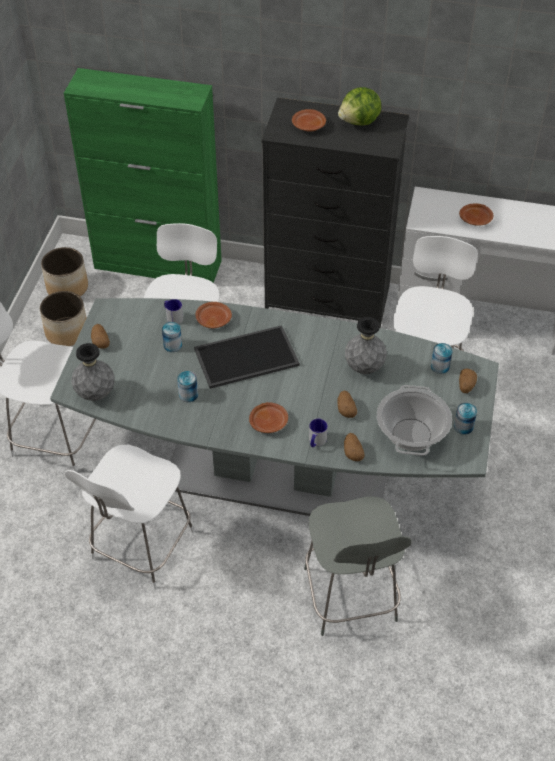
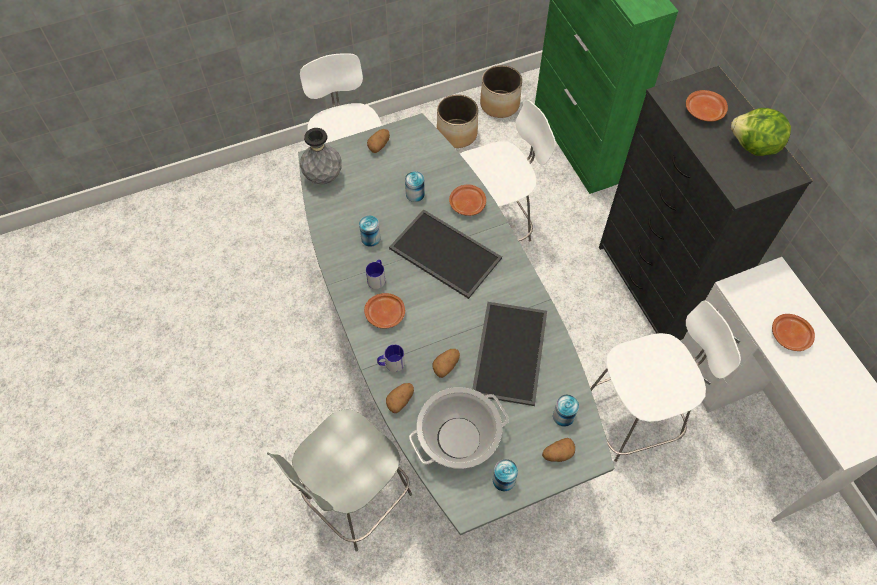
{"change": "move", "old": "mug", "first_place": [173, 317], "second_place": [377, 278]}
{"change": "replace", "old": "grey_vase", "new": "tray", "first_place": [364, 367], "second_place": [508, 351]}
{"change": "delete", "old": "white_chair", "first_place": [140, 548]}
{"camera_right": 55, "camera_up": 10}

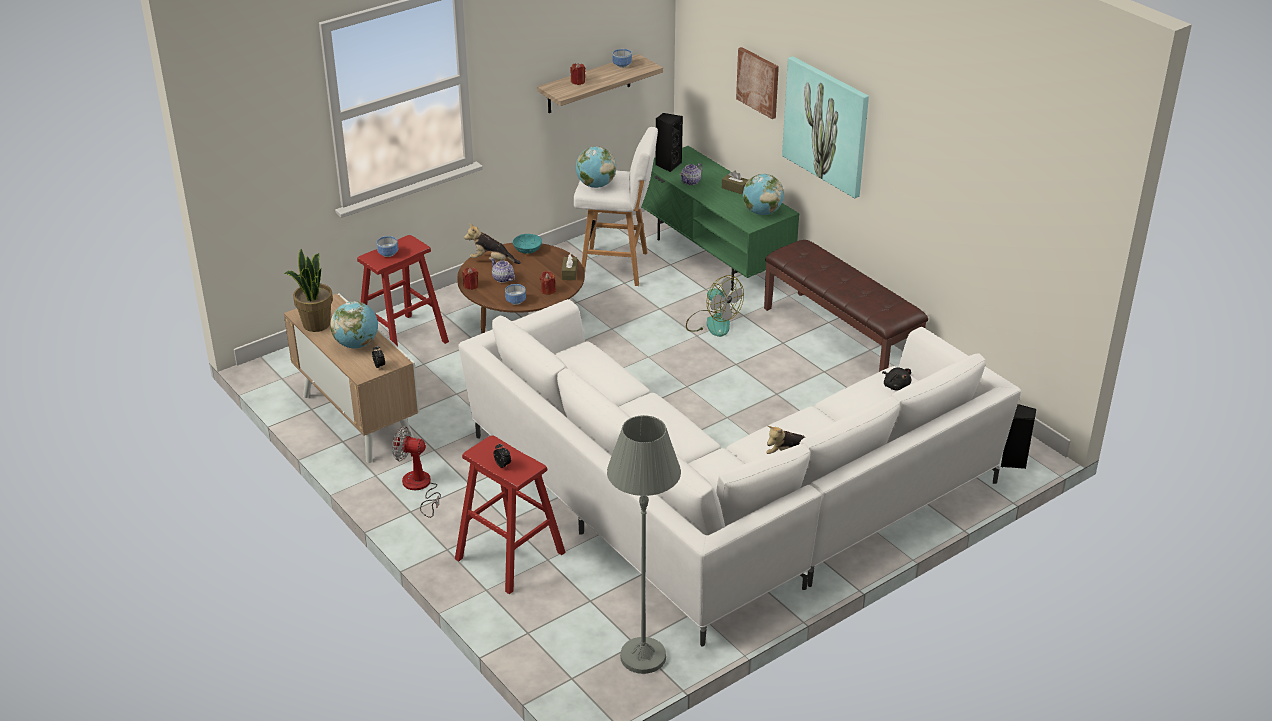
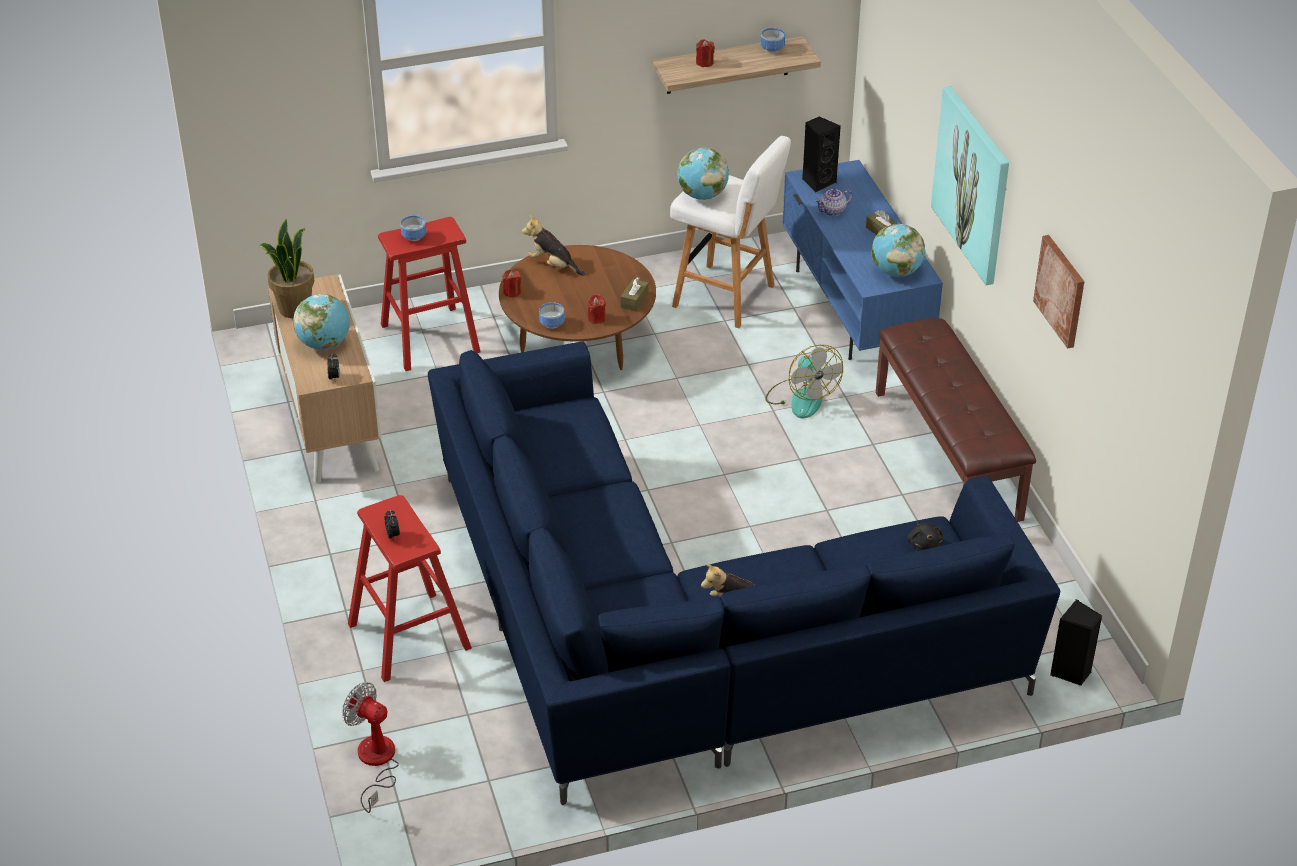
{"change": "move", "old": "fan", "first_place": [419, 488], "second_place": [375, 763]}
{"change": "recolor", "old": "white_sofa", "new": "blue_sofa", "first_place": [724, 505], "second_place": [683, 637]}
{"change": "recolor", "old": "green_tv_stand", "new": "blue_tv_stand", "first_place": [716, 256], "second_place": [856, 308]}
{"change": "move", "old": "picture", "first_place": [758, 82], "second_place": [1061, 291]}
{"change": "delete", "old": "teapot", "first_place": [503, 279]}
{"change": "delete", "old": "turquoise_bowl", "first_place": [527, 250]}
{"change": "delete", "old": "grey_floor_lamp", "first_place": [643, 656]}
{"camera_right": 20, "camera_up": 5}

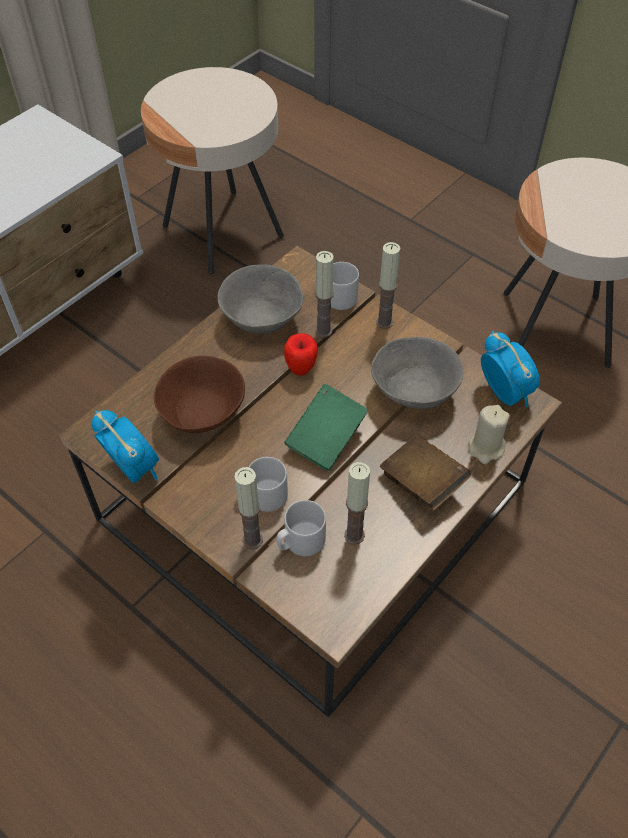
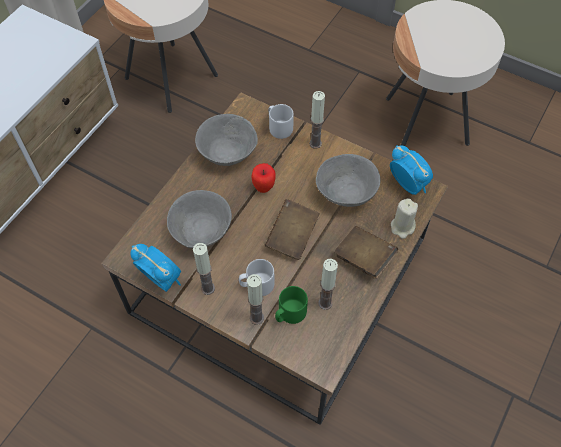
{"change": "recolor", "old": "brown_bowl", "new": "grey_bowl", "first_place": [202, 413], "second_place": [201, 230]}
{"change": "move", "old": "candle", "first_place": [323, 331], "second_place": [208, 288]}
{"change": "recolor", "old": "green_book", "new": "brown_book", "first_place": [326, 439], "second_place": [292, 237]}
{"change": "recolor", "old": "grey_mug", "new": "green_mug", "first_place": [300, 542], "second_place": [289, 314]}
{"camera_right": -10, "camera_up": 5}

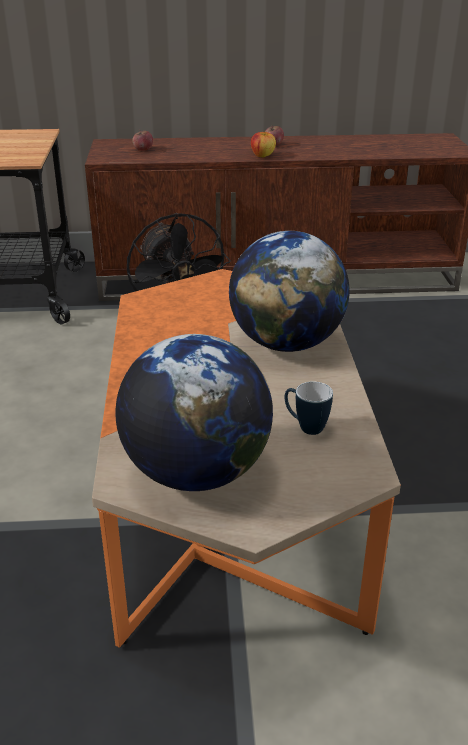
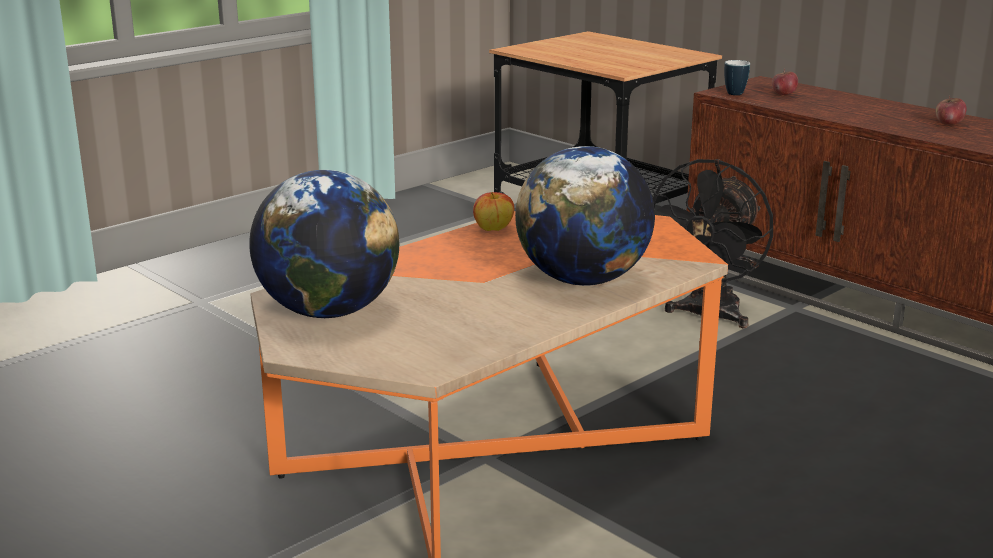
{"change": "move", "old": "apple", "first_place": [262, 156], "second_place": [493, 229]}
{"change": "move", "old": "mug", "first_place": [305, 427], "second_place": [733, 92]}
{"camera_right": 50, "camera_up": -10}

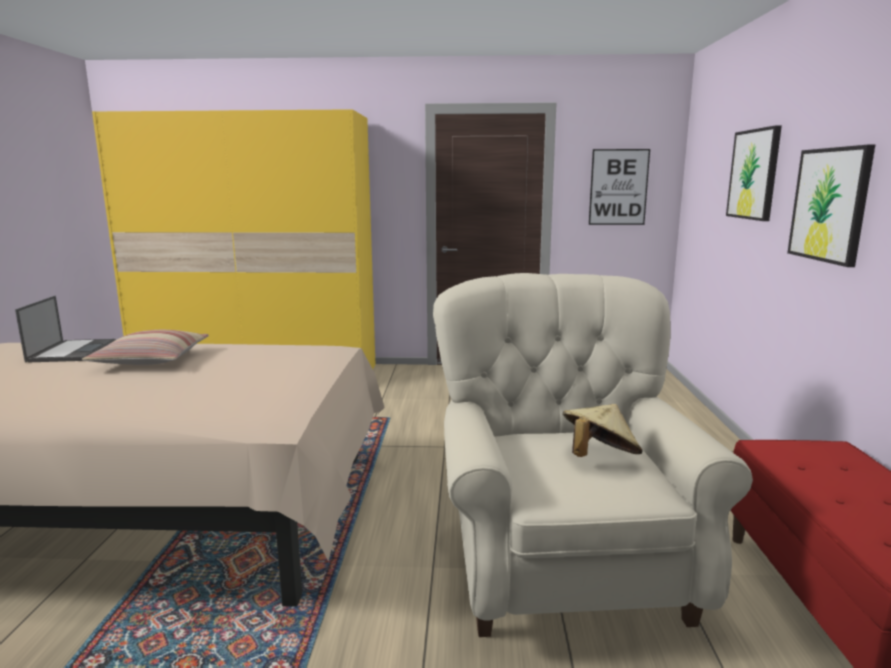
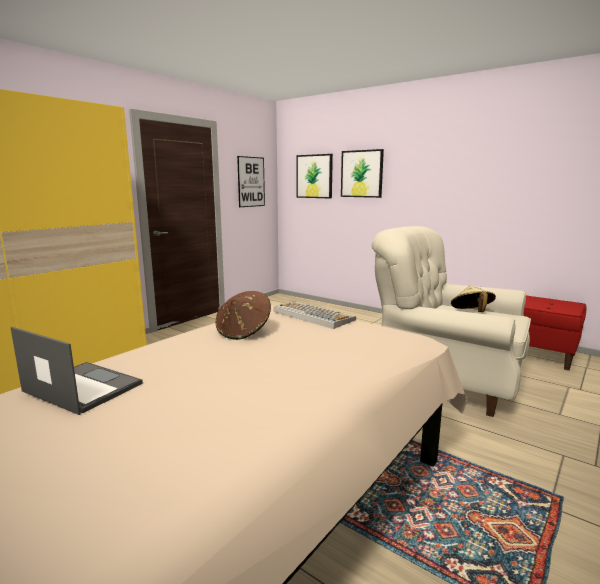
{"change": "insert", "new": "brown_hat", "second_place": [244, 331]}
{"change": "insert", "new": "keyboard", "second_place": [312, 315]}
{"change": "move", "old": "picture", "first_place": [830, 204], "second_place": [314, 176]}
{"change": "delete", "old": "pillow", "first_place": [151, 360]}
{"camera_right": -55, "camera_up": 0}

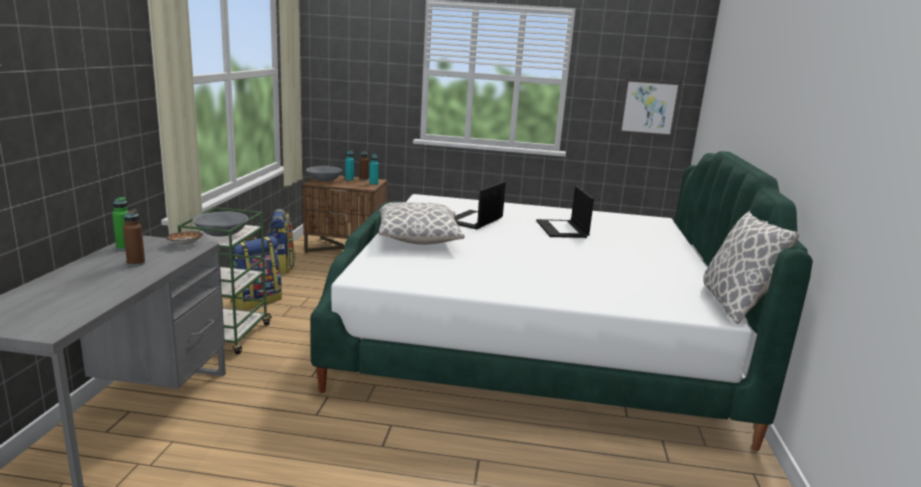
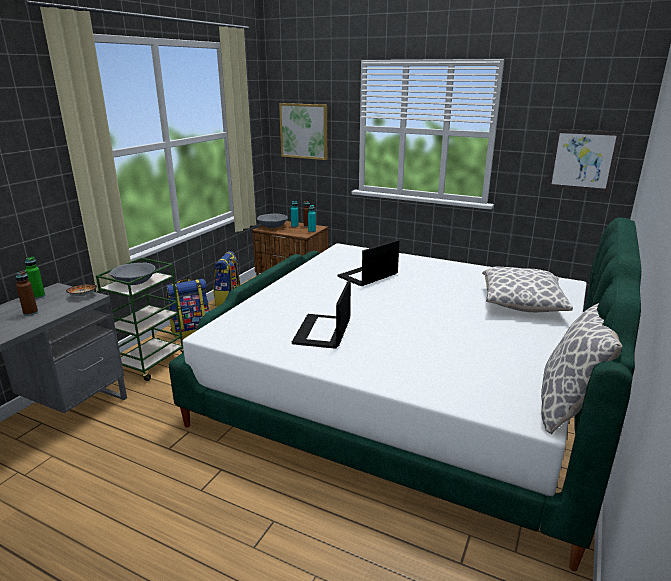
{"change": "insert", "new": "picture", "second_place": [304, 131]}
{"change": "move", "old": "laptop", "first_place": [562, 229], "second_place": [323, 331]}
{"change": "move", "old": "pillow", "first_place": [418, 239], "second_place": [521, 304]}
{"camera_right": 20, "camera_up": 5}

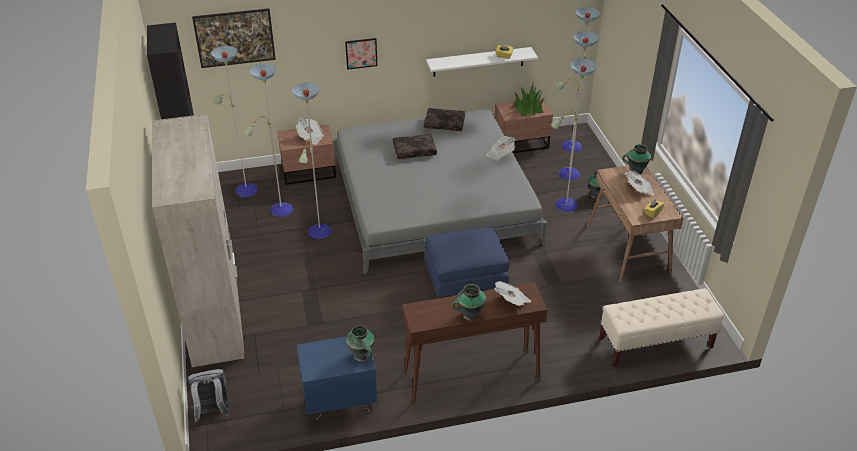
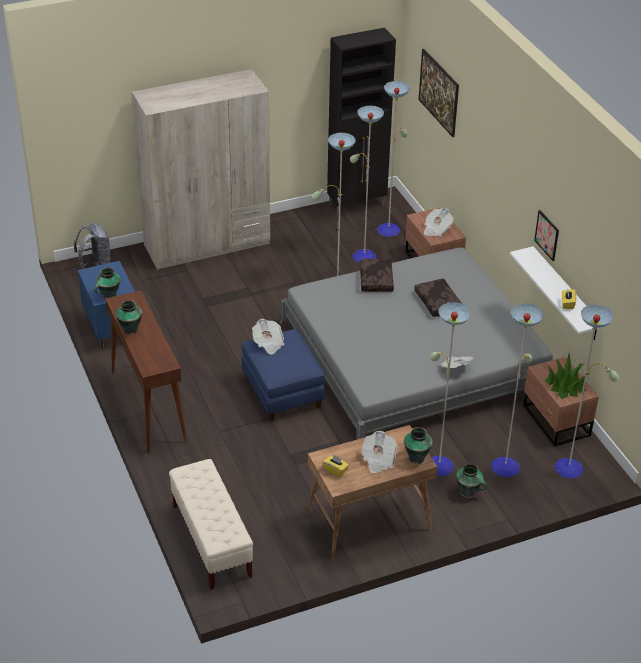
{"change": "move", "old": "newspaper", "first_place": [512, 301], "second_place": [268, 343]}
{"change": "move", "old": "brown_pillow", "first_place": [445, 123], "second_place": [377, 280]}
{"change": "move", "old": "picture", "first_place": [361, 53], "second_place": [547, 235]}
{"camera_right": 80, "camera_up": 0}

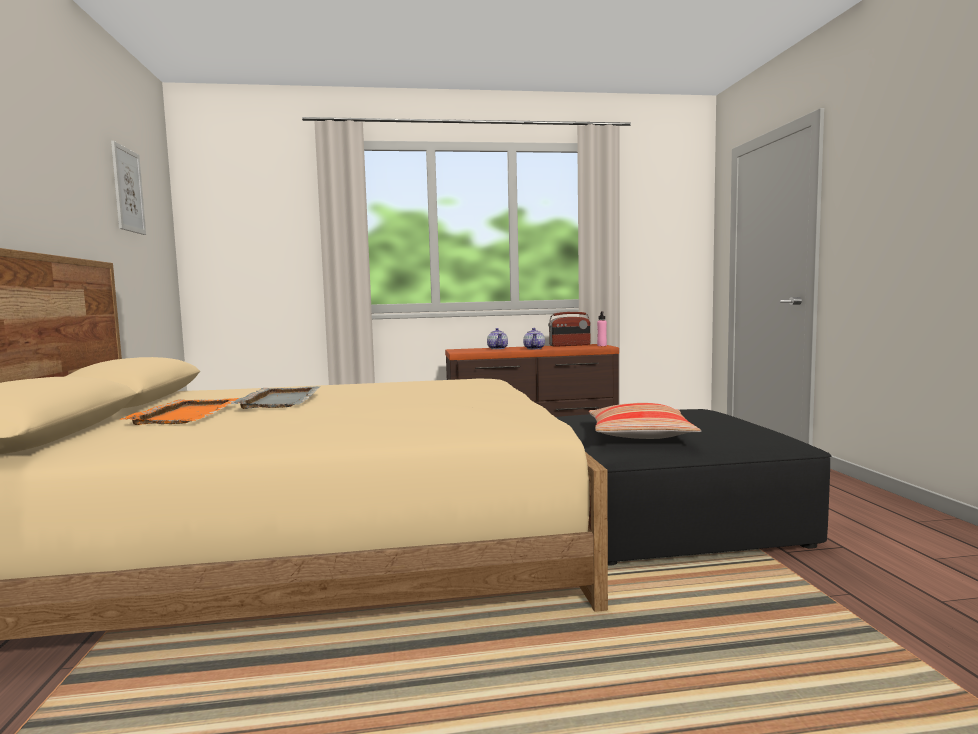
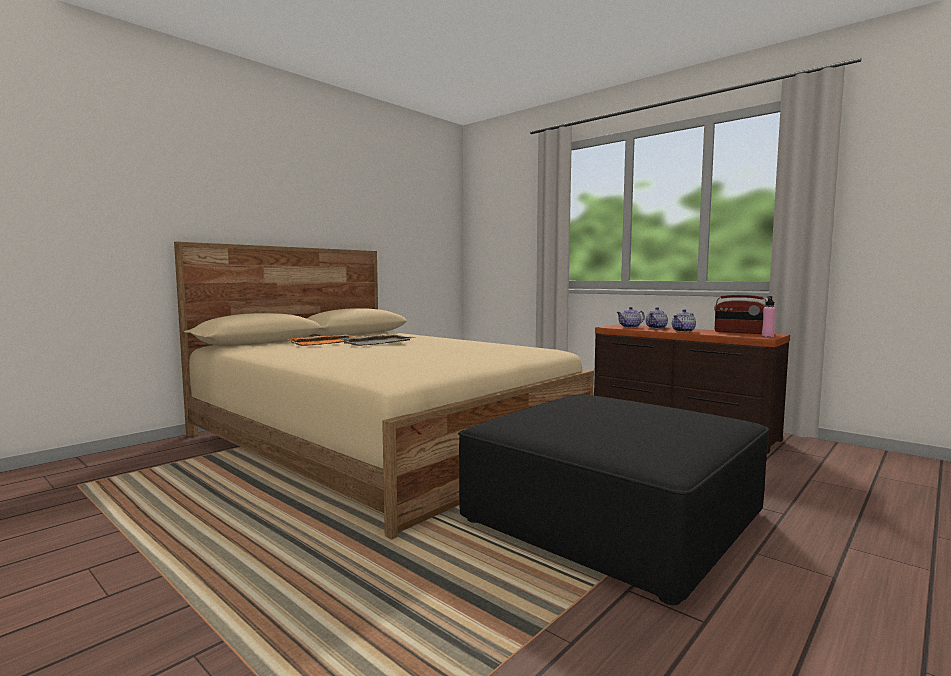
{"change": "insert", "new": "teapot", "second_place": [630, 327]}
{"change": "delete", "old": "picture", "first_place": [128, 190]}
{"change": "delete", "old": "pillow", "first_place": [640, 435]}
{"camera_right": 50, "camera_up": 0}

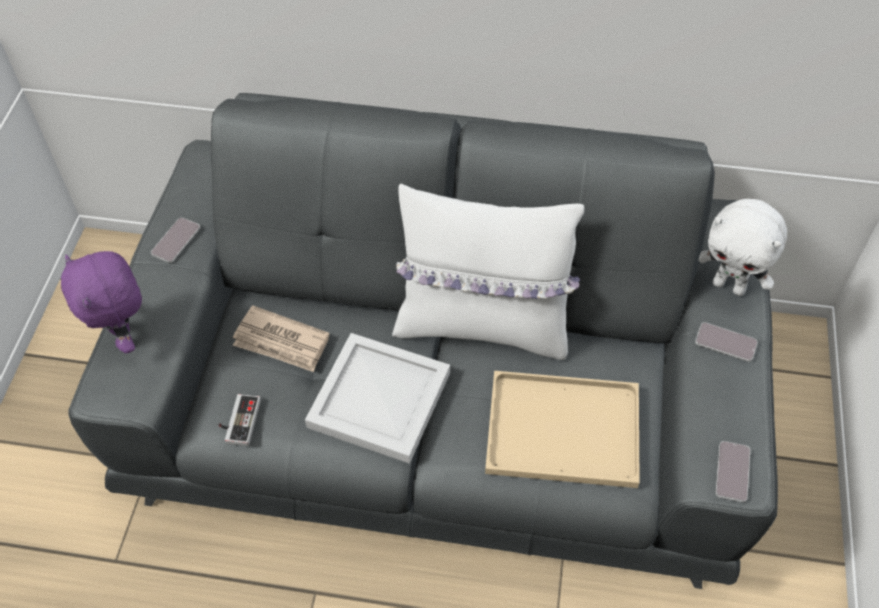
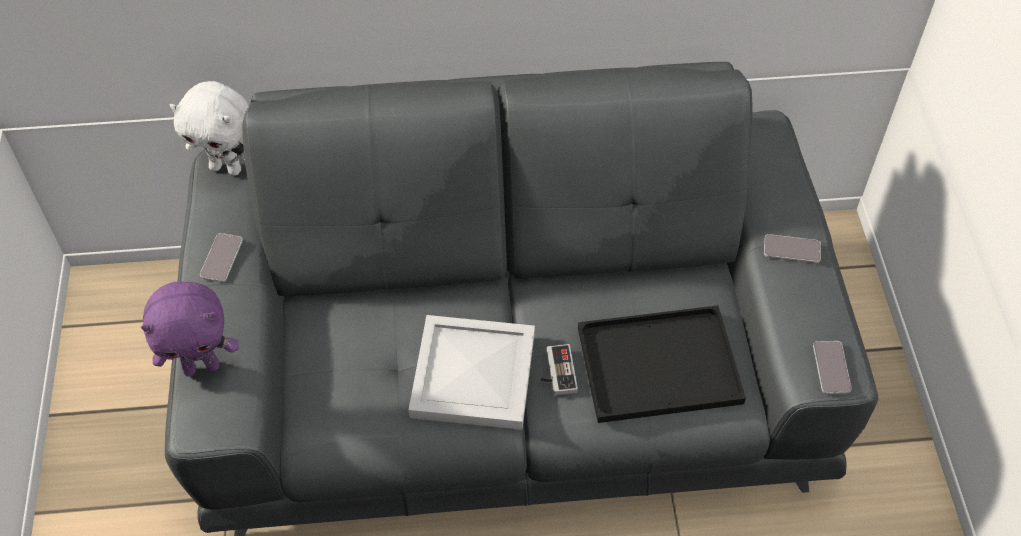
{"change": "rotate", "old": "purple_plush_toy", "first_place": [124, 337], "second_place": [202, 366], "degrees": -60}
{"change": "move", "old": "white_plush_toy", "first_place": [729, 286], "second_place": [227, 168]}
{"change": "move", "old": "game_controller", "first_place": [238, 421], "second_place": [556, 372]}
{"change": "recolor", "old": "beige_tray", "new": "black_tray", "first_place": [559, 431], "second_place": [656, 367]}
{"change": "delete", "old": "newspaper", "first_place": [281, 342]}
{"change": "delete", "old": "white_pillow", "first_place": [483, 325]}
{"camera_right": -15, "camera_up": 0}

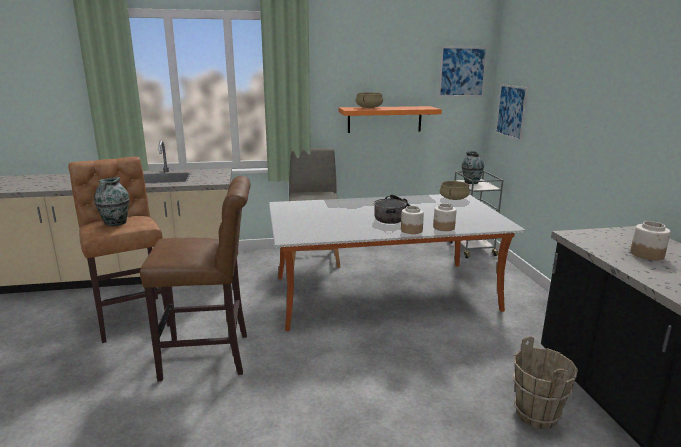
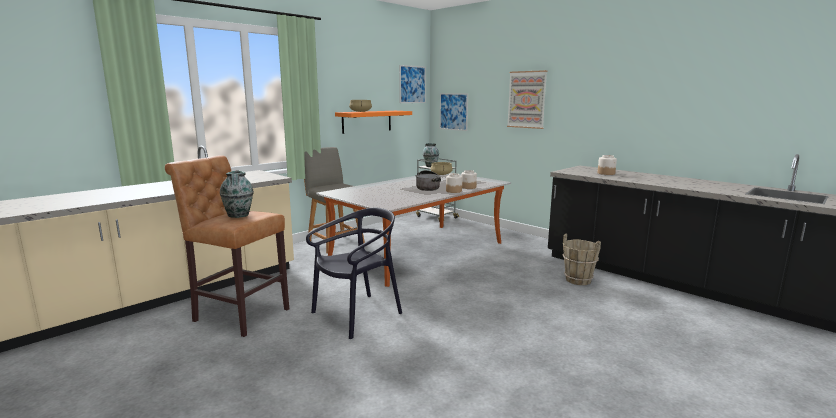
{"change": "replace", "old": "brown_stool", "new": "black_chair", "first_place": [211, 356], "second_place": [357, 315]}
{"change": "insert", "new": "picture", "second_place": [527, 99]}
{"camera_right": -35, "camera_up": -5}

